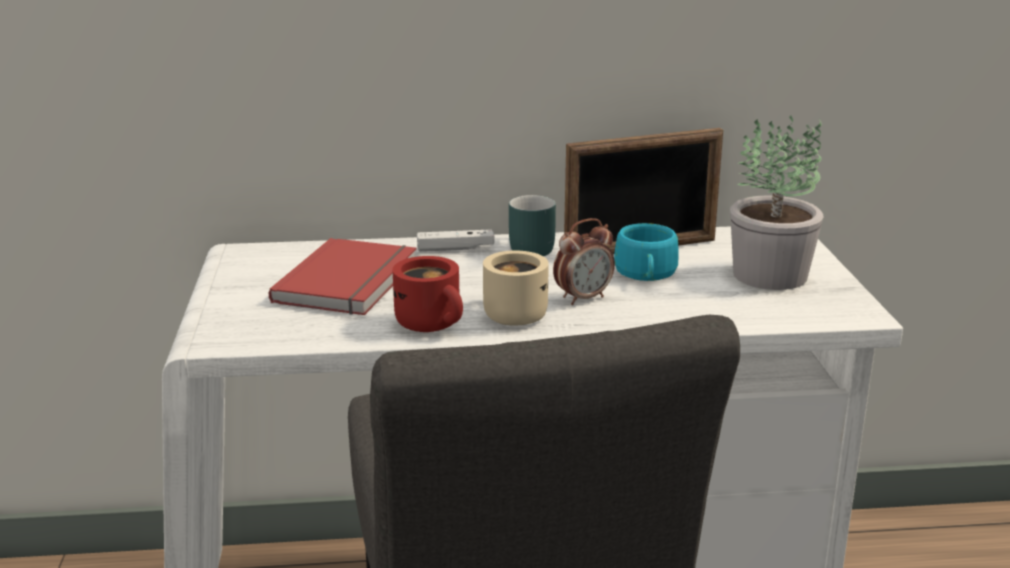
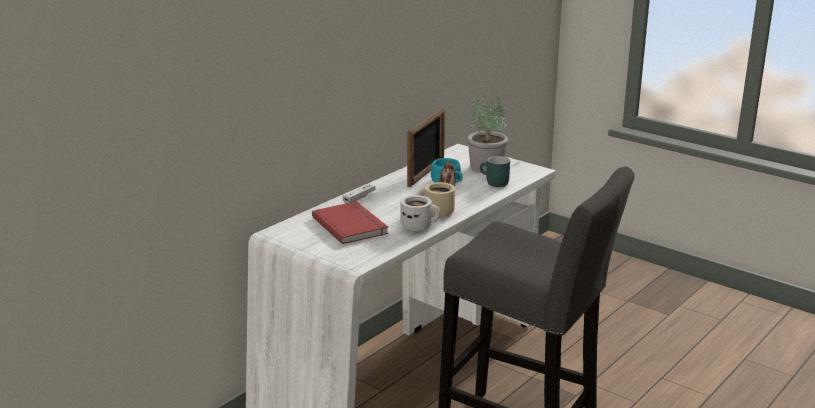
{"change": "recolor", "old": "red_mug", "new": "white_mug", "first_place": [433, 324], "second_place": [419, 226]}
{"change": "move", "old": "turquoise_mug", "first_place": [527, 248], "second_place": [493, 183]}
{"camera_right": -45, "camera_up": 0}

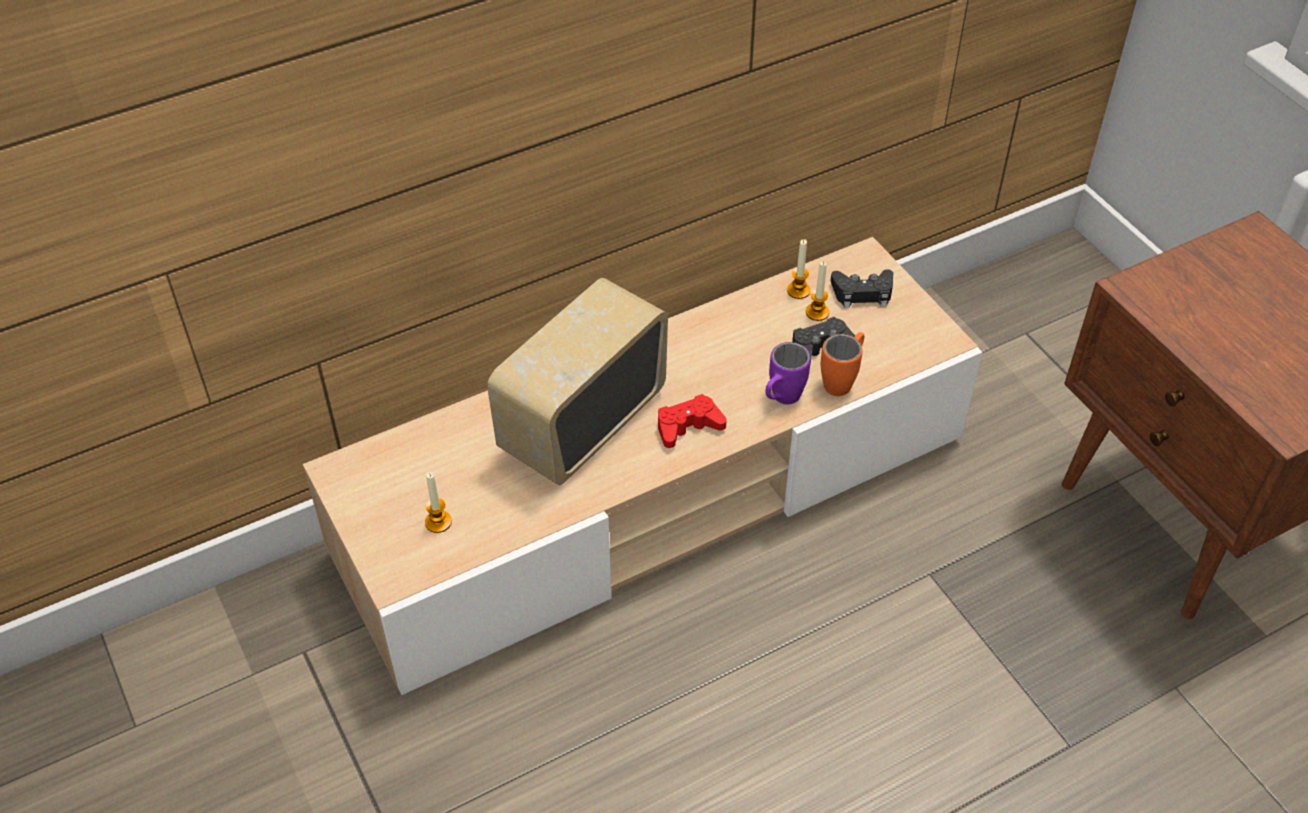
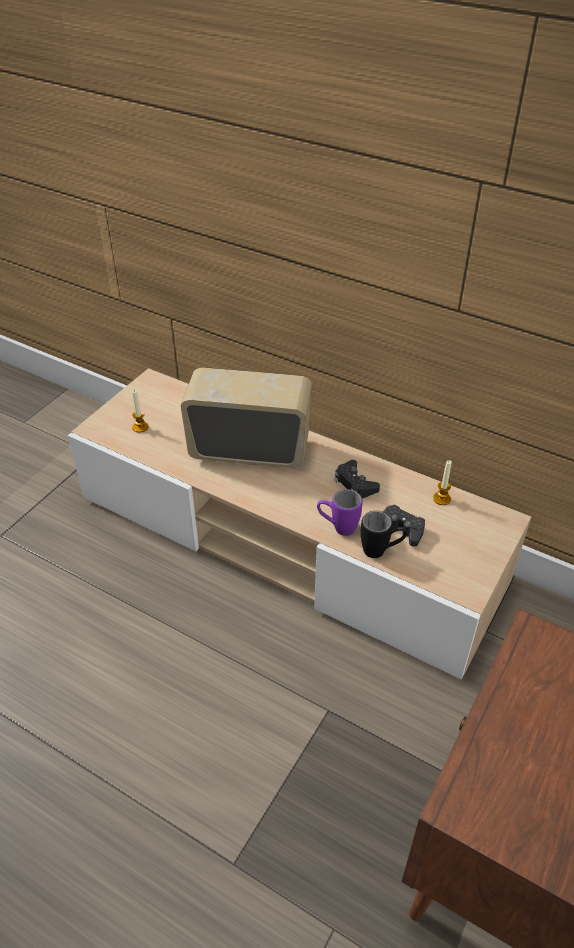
{"change": "move", "old": "black_game_controller", "first_place": [862, 293], "second_place": [355, 484]}
{"change": "recolor", "old": "orange_mug", "new": "black_mug", "first_place": [842, 380], "second_place": [381, 551]}
{"change": "delete", "old": "red_game_controller", "first_place": [688, 426]}
{"change": "delete", "old": "candle", "first_place": [817, 312]}
{"camera_right": 60, "camera_up": -5}

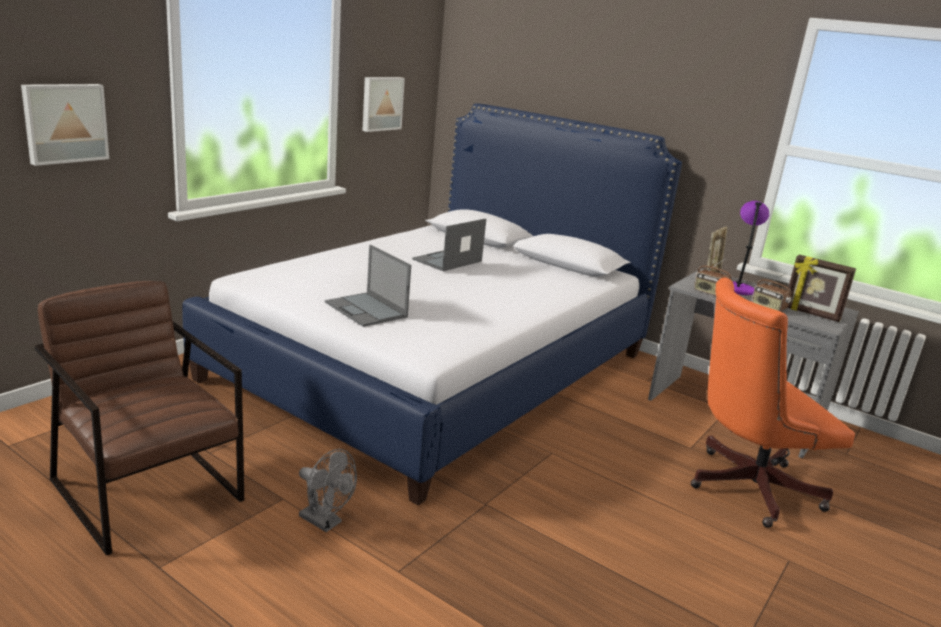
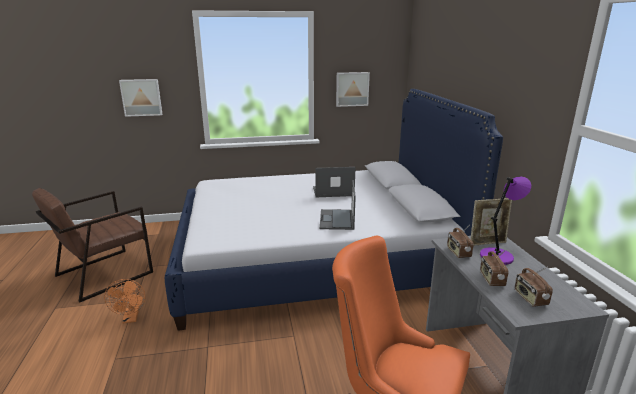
{"change": "rotate", "old": "brown_armchair", "first_place": [148, 489], "second_place": [104, 274], "degrees": -135}
{"change": "recolor", "old": "grey_fan", "new": "orange_fan", "first_place": [325, 522], "second_place": [131, 318]}
{"change": "move", "old": "laptop", "first_place": [367, 310], "second_place": [337, 220]}
{"change": "replace", "old": "picture_frame", "new": "radio", "first_place": [811, 314], "second_place": [530, 298]}
{"camera_right": 45, "camera_up": 0}

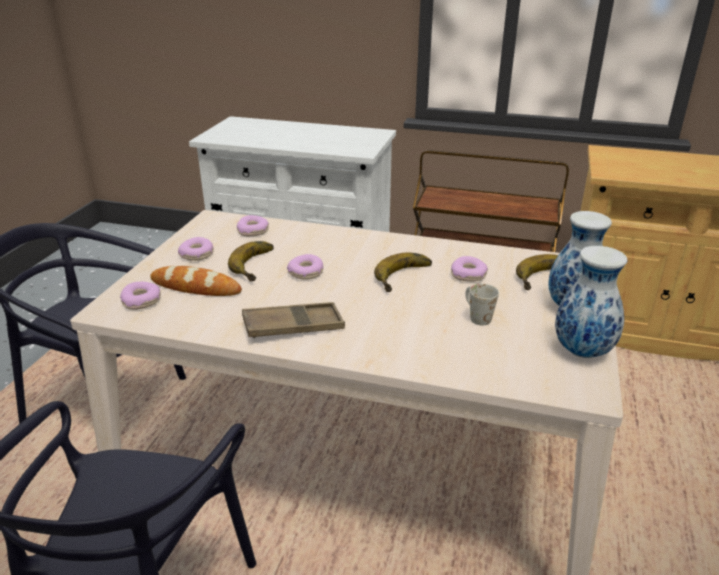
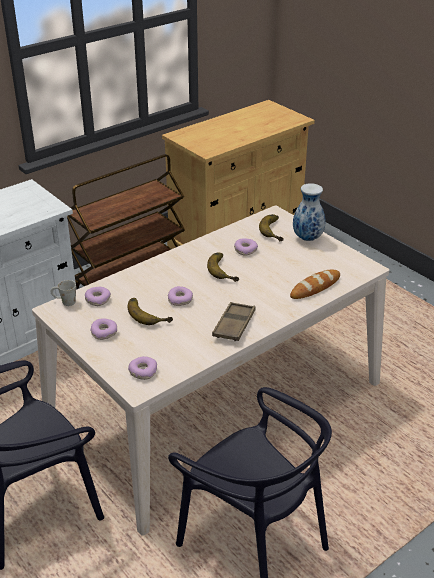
{"change": "move", "old": "white_mug", "first_place": [476, 316], "second_place": [64, 302]}
{"change": "move", "old": "bread", "first_place": [195, 287], "second_place": [315, 287]}
{"change": "delete", "old": "vase", "first_place": [583, 351]}
{"camera_right": -55, "camera_up": 5}

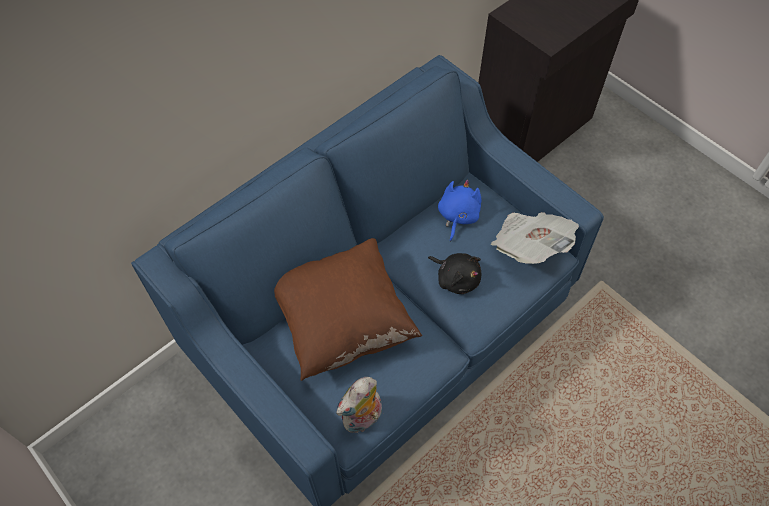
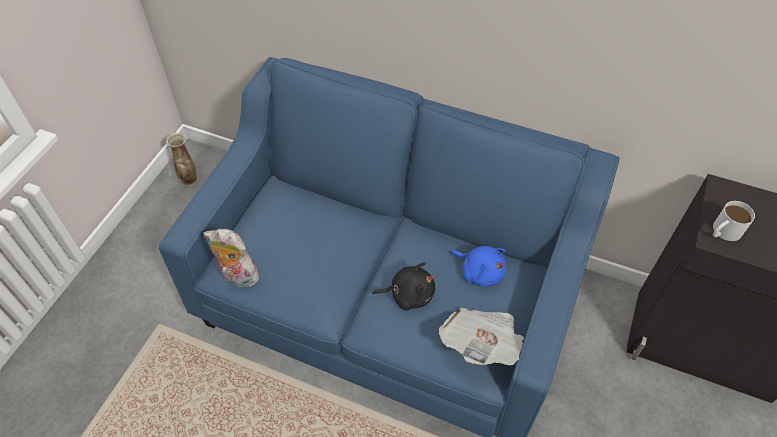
{"change": "insert", "new": "vase", "second_place": [189, 178]}
{"change": "rotate", "old": "black_plush_toy", "first_place": [456, 278], "second_place": [408, 294], "degrees": -105}
{"change": "rotate", "old": "blue_plush_toy", "first_place": [457, 216], "second_place": [480, 272], "degrees": 45}
{"change": "insert", "new": "white_mug", "second_place": [723, 232]}
{"change": "delete", "old": "brown_pillow", "first_place": [342, 321]}
{"camera_right": 65, "camera_up": -5}

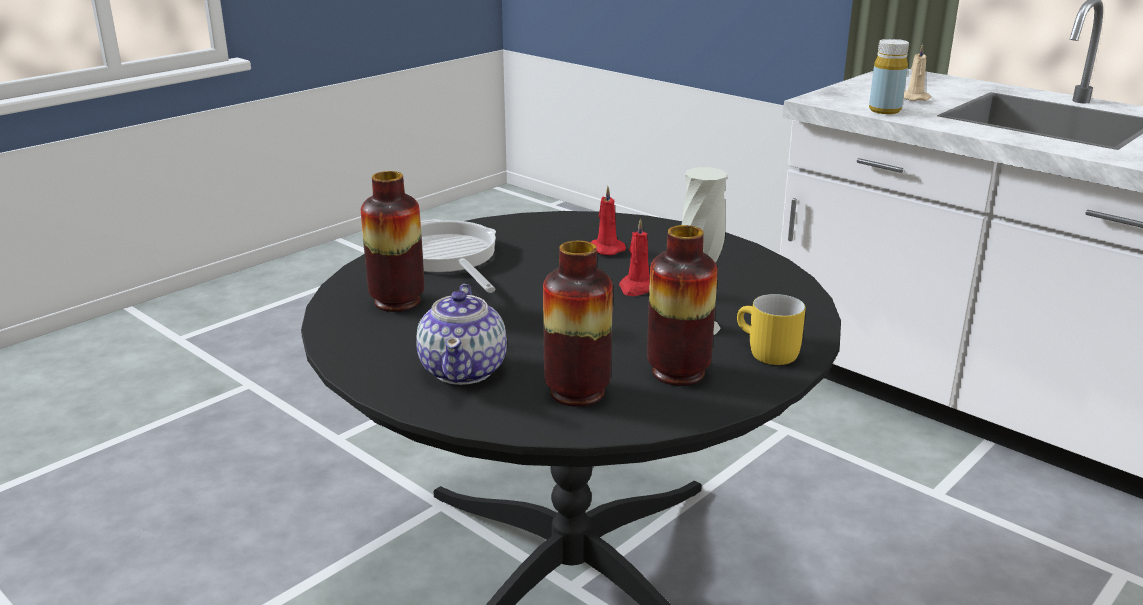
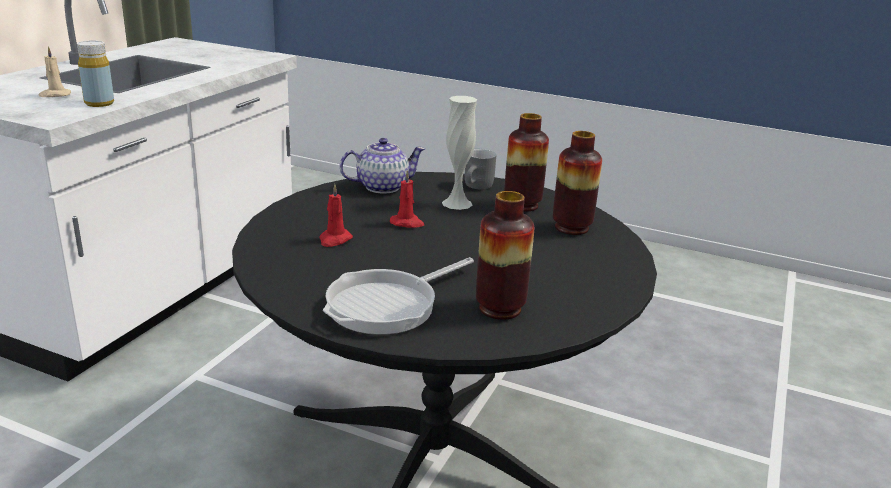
{"change": "move", "old": "teapot", "first_place": [464, 370], "second_place": [381, 187]}
{"change": "recolor", "old": "yellow_mug", "new": "grey_mug", "first_place": [765, 353], "second_place": [478, 187]}
{"camera_right": -110, "camera_up": 0}

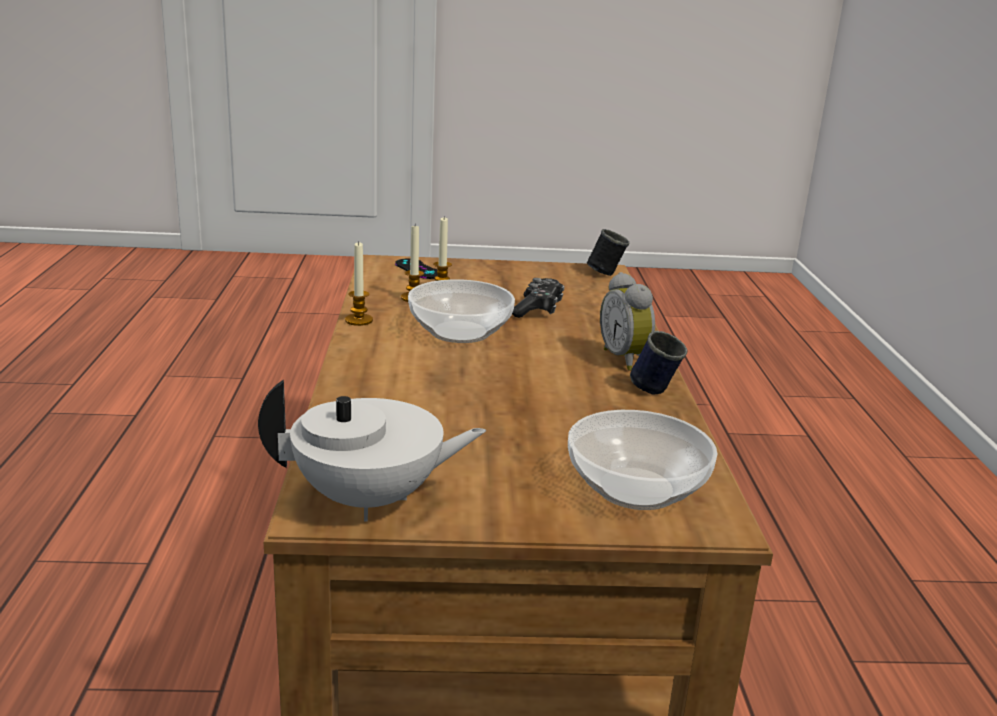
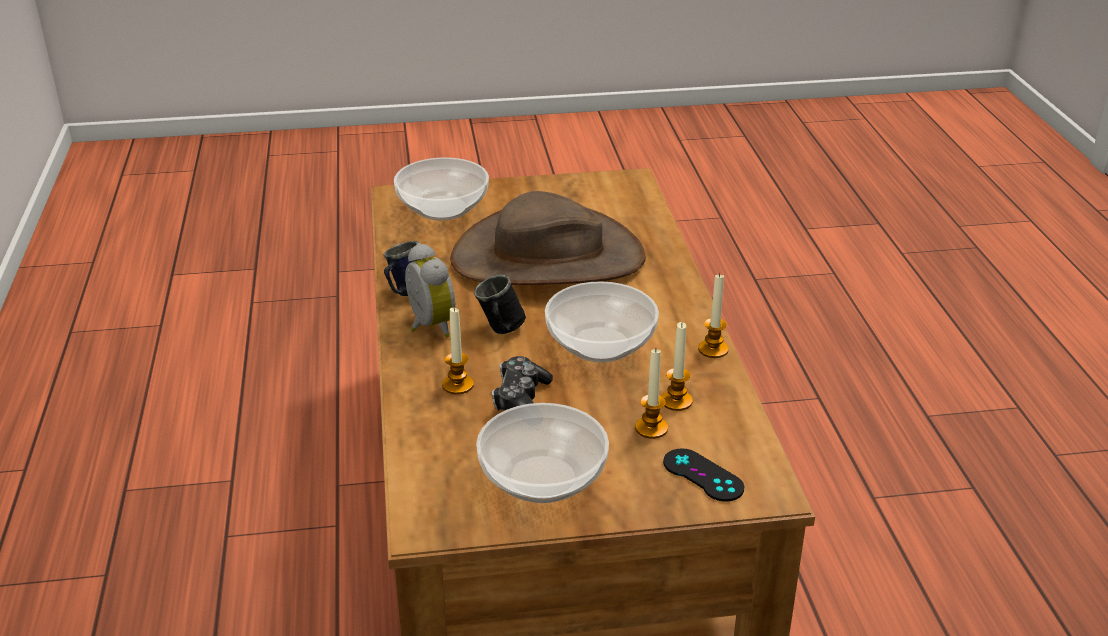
{"change": "insert", "new": "candle", "second_place": [458, 385]}
{"change": "insert", "new": "brown_hat", "second_place": [547, 258]}
{"change": "move", "old": "black_mug", "first_place": [605, 272], "second_place": [500, 331]}
{"change": "insert", "new": "bowl", "second_place": [541, 478]}
{"change": "delete", "old": "white_teapot", "first_place": [370, 500]}
{"camera_right": 175, "camera_up": 10}

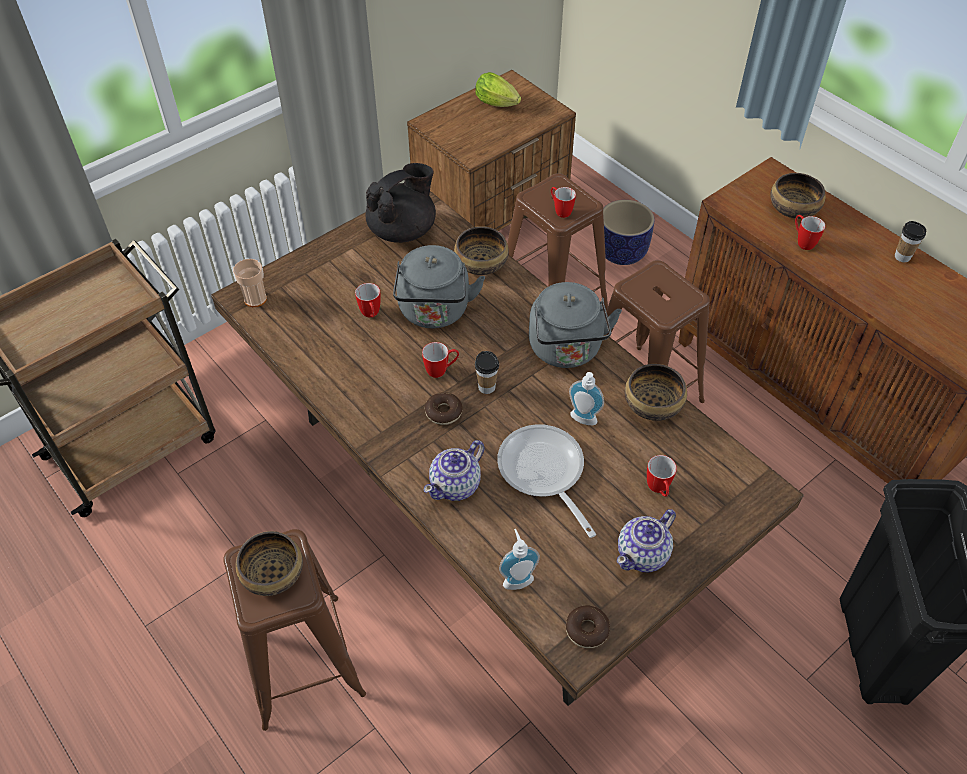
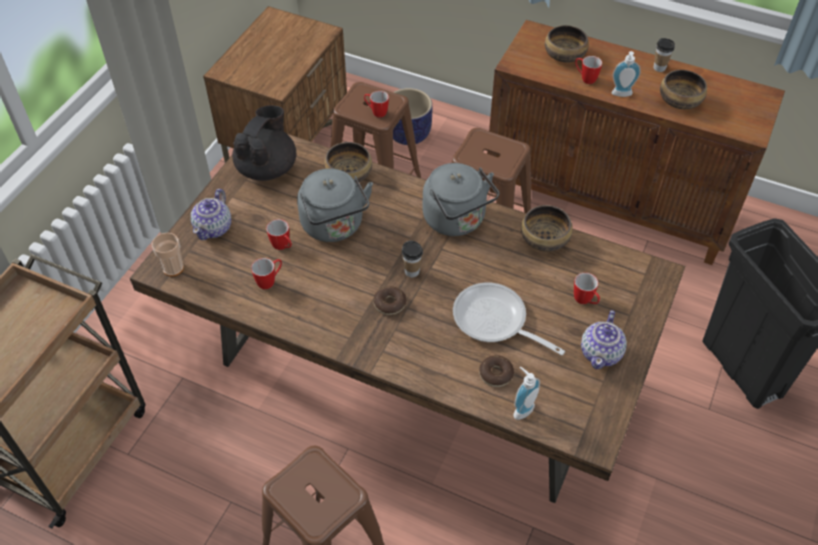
{"change": "move", "old": "teapot", "first_place": [456, 485], "second_place": [214, 228]}
{"change": "move", "old": "mug", "first_place": [441, 370], "second_place": [270, 281]}
{"change": "move", "old": "donut", "first_place": [587, 630], "second_place": [496, 374]}
{"change": "move", "old": "soap_dispenser", "first_place": [582, 421], "second_place": [622, 95]}
{"change": "move", "old": "bowl", "first_place": [273, 573], "second_place": [679, 100]}
{"change": "delete", "old": "lettuce", "first_place": [499, 104]}
{"camera_right": -25, "camera_up": 0}

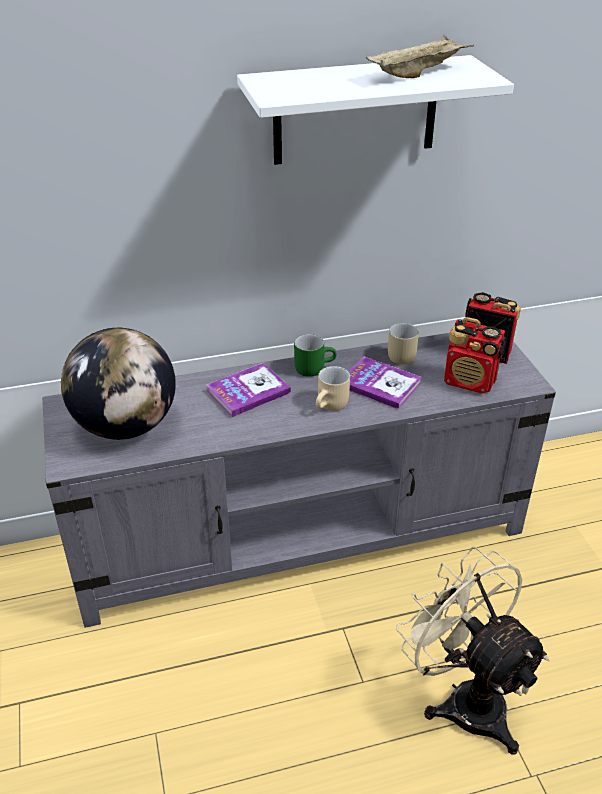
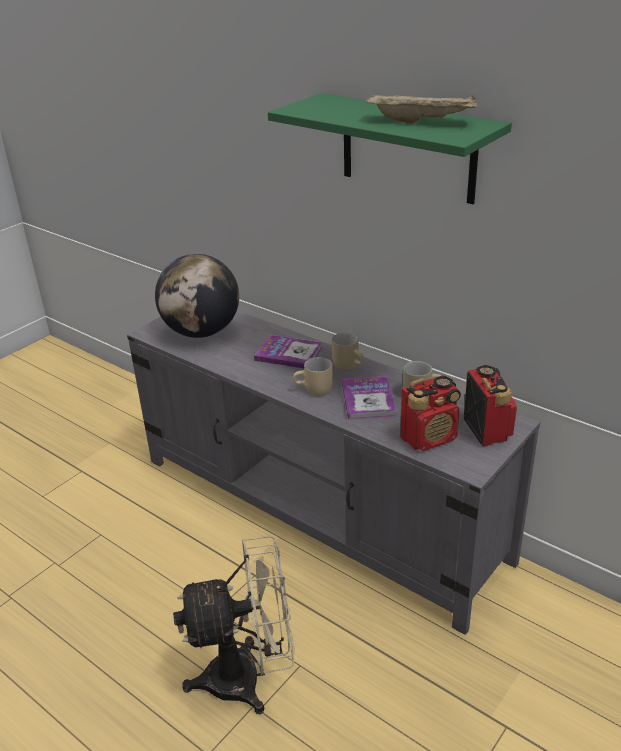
{"change": "rotate", "old": "beige_fan", "first_place": [464, 698], "second_place": [248, 677], "degrees": 60}
{"change": "recolor", "old": "white_shelf", "new": "green_shelf", "first_place": [355, 111], "second_place": [408, 148]}
{"change": "recolor", "old": "green_mug", "new": "beige_mug", "first_place": [313, 367], "second_place": [350, 365]}
{"change": "rotate", "old": "radio", "first_place": [470, 382], "second_place": [429, 438], "degrees": -105}
{"camera_right": 55, "camera_up": -5}

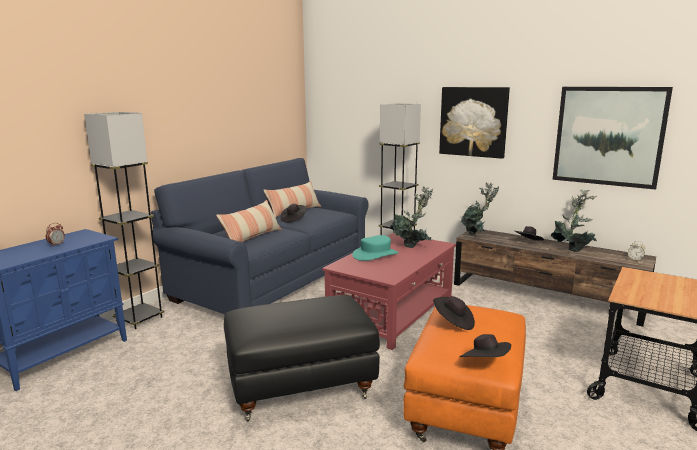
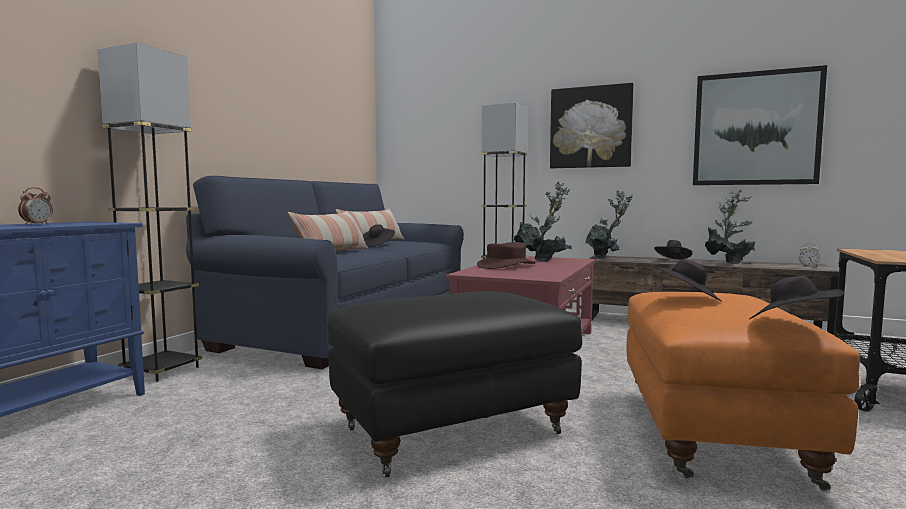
{"change": "recolor", "old": "turquoise_hat", "new": "brown_hat", "first_place": [375, 254], "second_place": [506, 266]}
{"camera_right": -10, "camera_up": -10}

